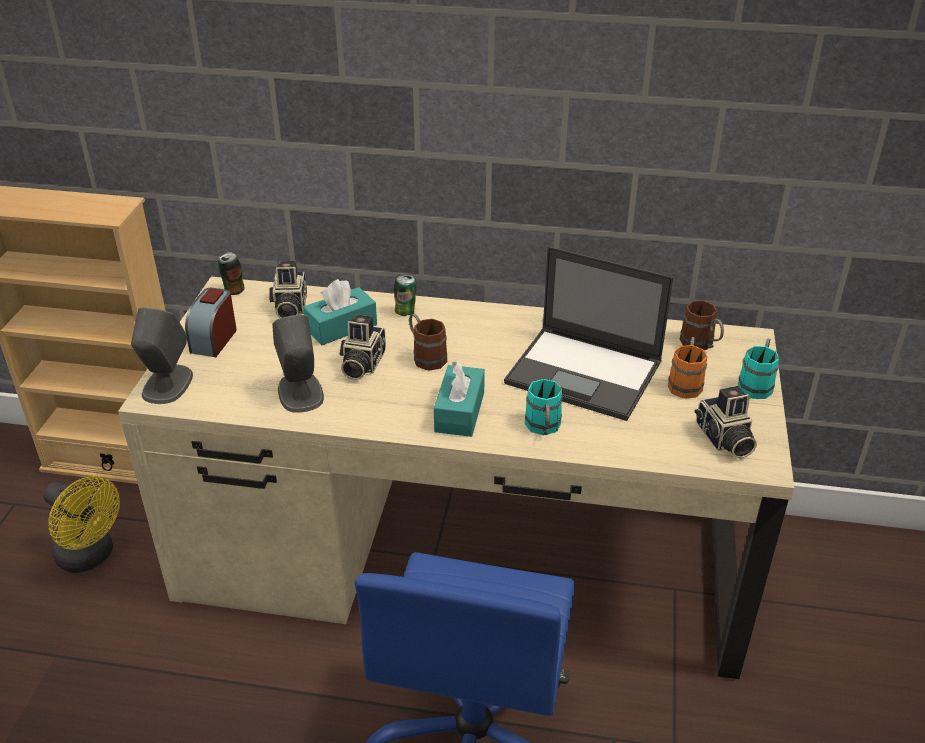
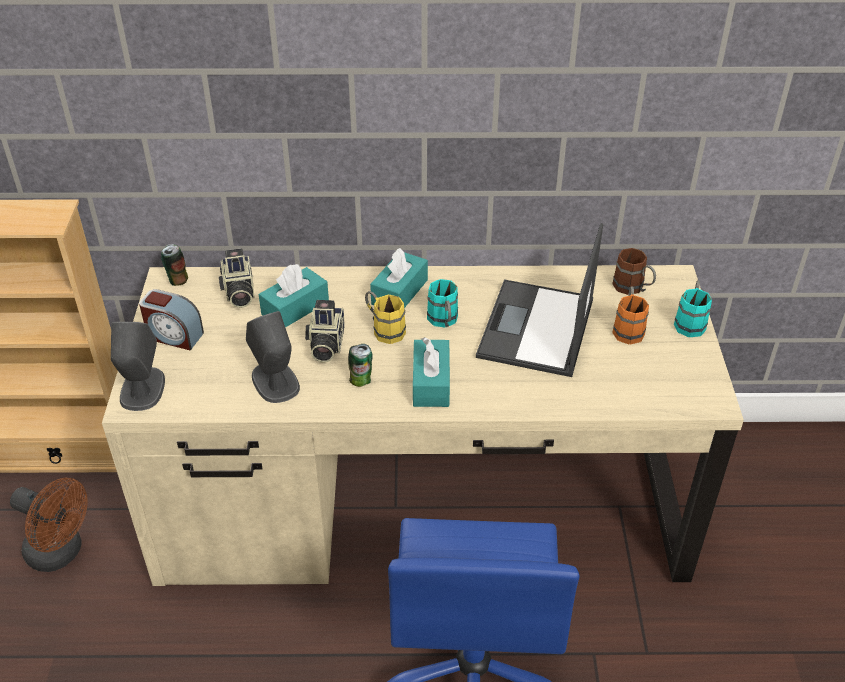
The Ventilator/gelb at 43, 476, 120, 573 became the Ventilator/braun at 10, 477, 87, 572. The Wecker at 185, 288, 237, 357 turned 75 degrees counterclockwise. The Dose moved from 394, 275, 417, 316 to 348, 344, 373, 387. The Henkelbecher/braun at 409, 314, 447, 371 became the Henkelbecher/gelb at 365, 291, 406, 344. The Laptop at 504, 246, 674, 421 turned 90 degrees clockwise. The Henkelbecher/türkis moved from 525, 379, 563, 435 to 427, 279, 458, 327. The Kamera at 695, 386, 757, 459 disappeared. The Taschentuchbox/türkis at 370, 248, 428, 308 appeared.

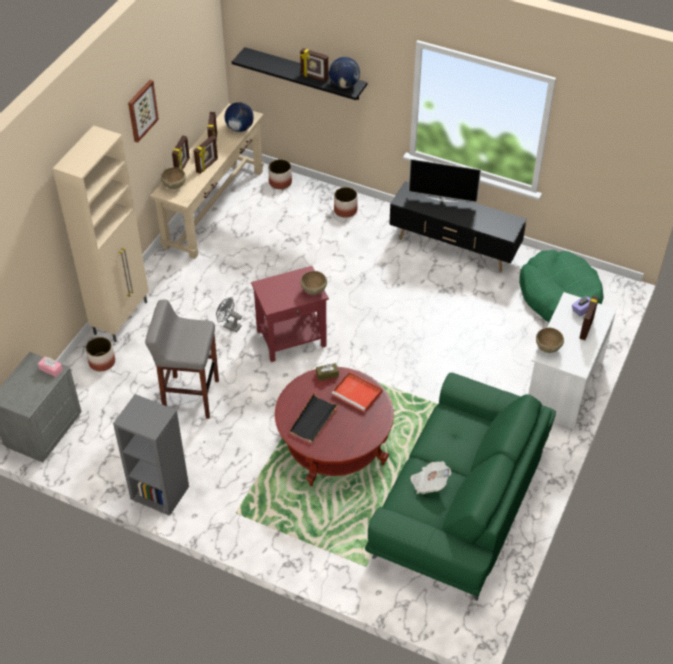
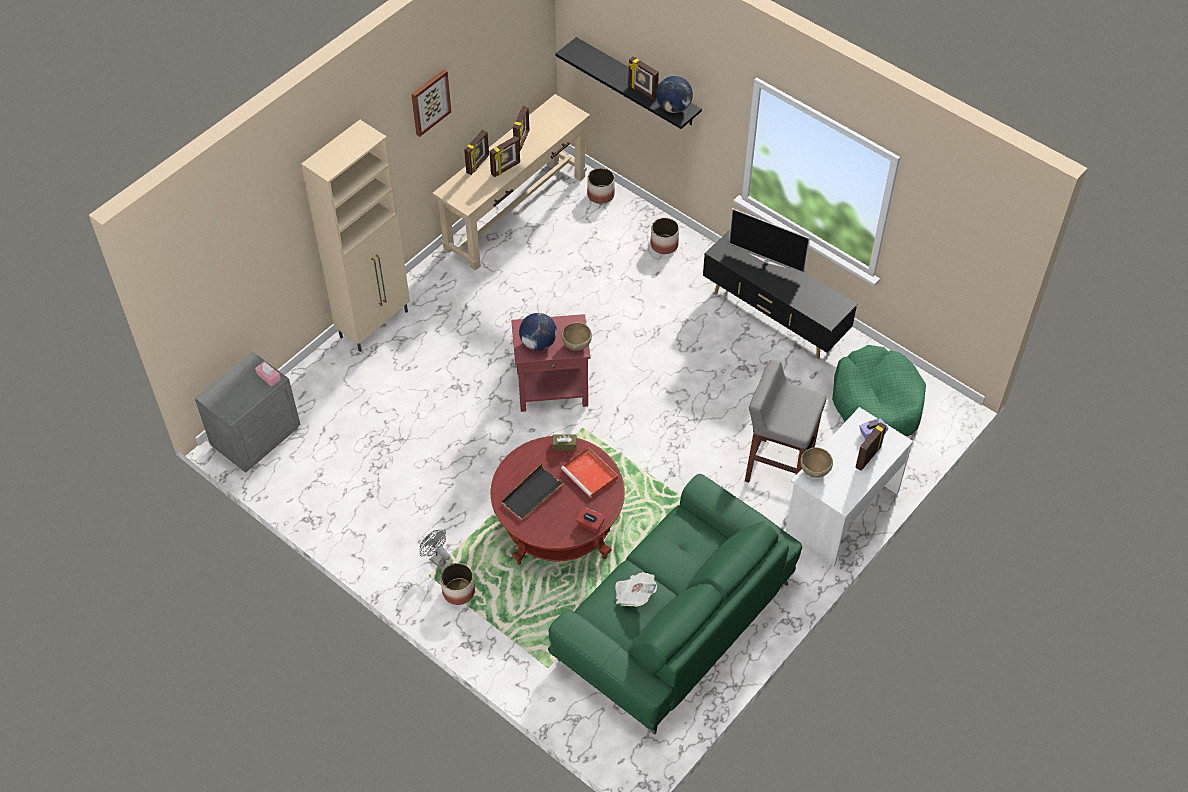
The Pflanzkübel moved from 85, 337, 115, 371 to 441, 563, 475, 605. The Bücherregal/grau at 113, 394, 189, 516 disappeared. The Hocker/grau moved from 145, 300, 219, 419 to 745, 360, 826, 483. The Schüssel/braun at 161, 167, 186, 189 disappeared. The Ventilator/grau moved from 216, 297, 242, 333 to 420, 530, 452, 571. The Globus moved from 225, 102, 254, 132 to 519, 313, 557, 351. The Taschentuchbox/rot at 576, 507, 605, 532 appeared.

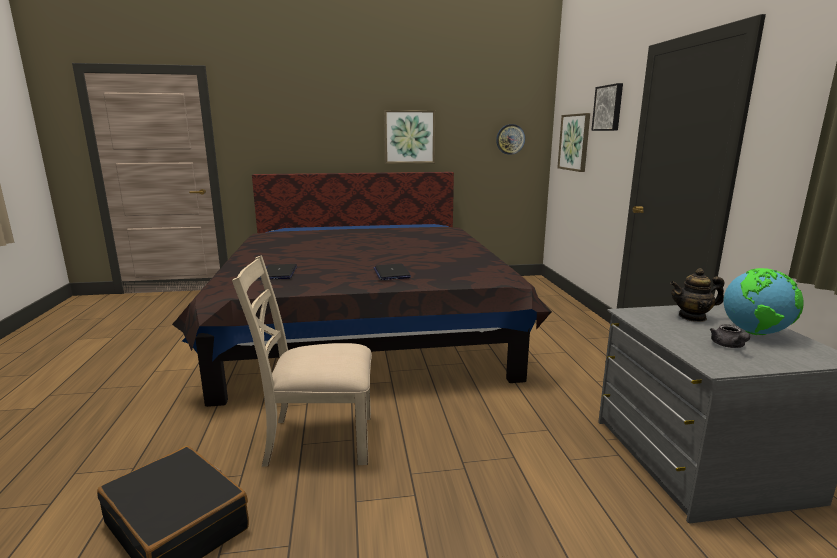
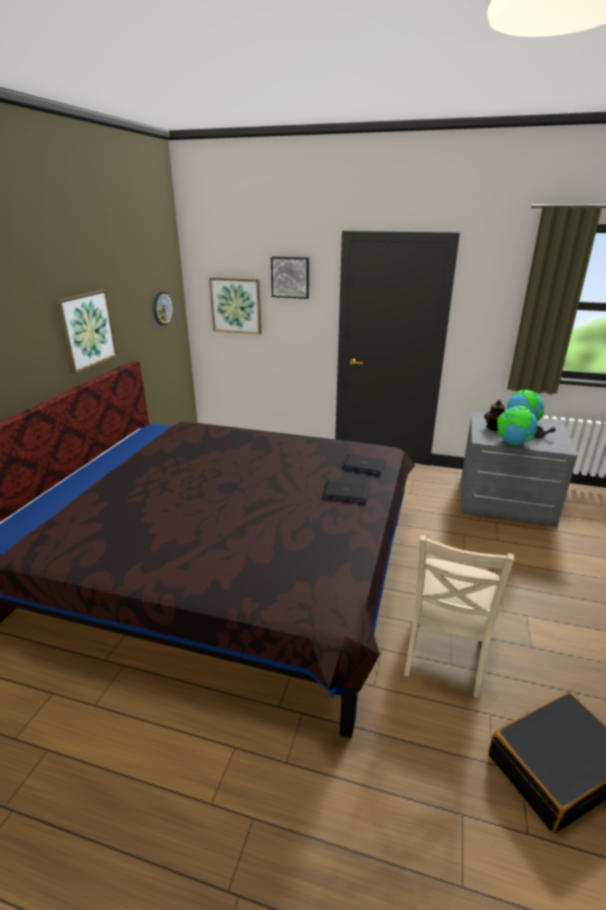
The Laptop moved from 258, 264, 297, 280 to 342, 455, 386, 475. The Globus at 497, 406, 537, 445 appeared.

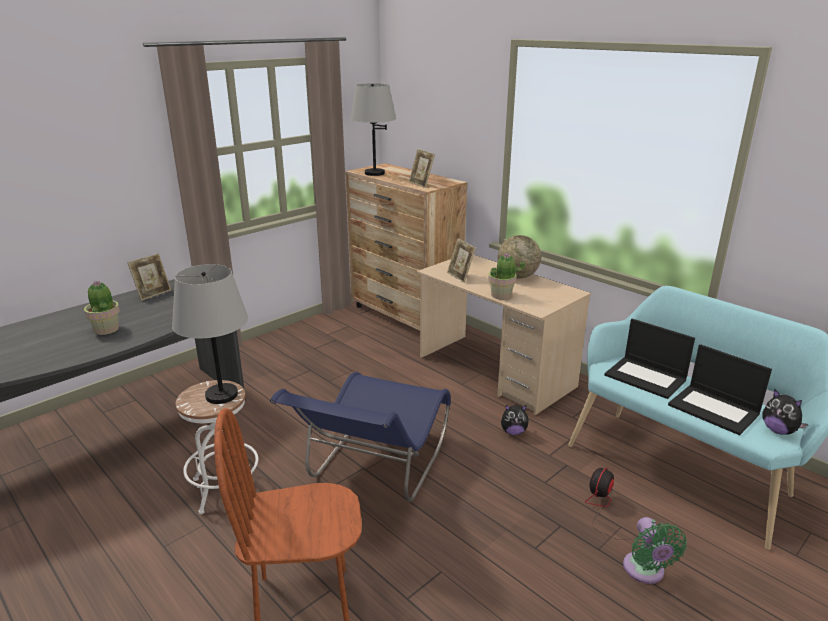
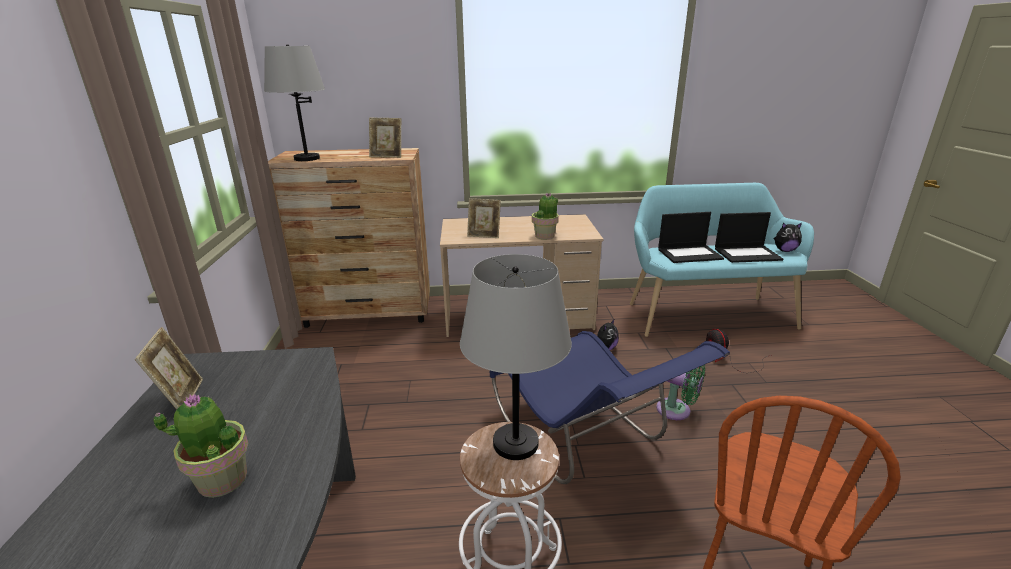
The Globus at 498, 235, 541, 279 disappeared. The Ventilator/grün moved from 623, 517, 687, 584 to 656, 365, 705, 420.

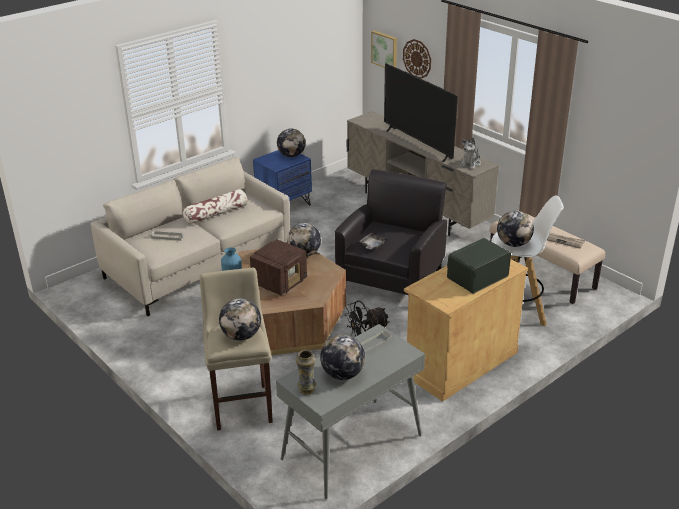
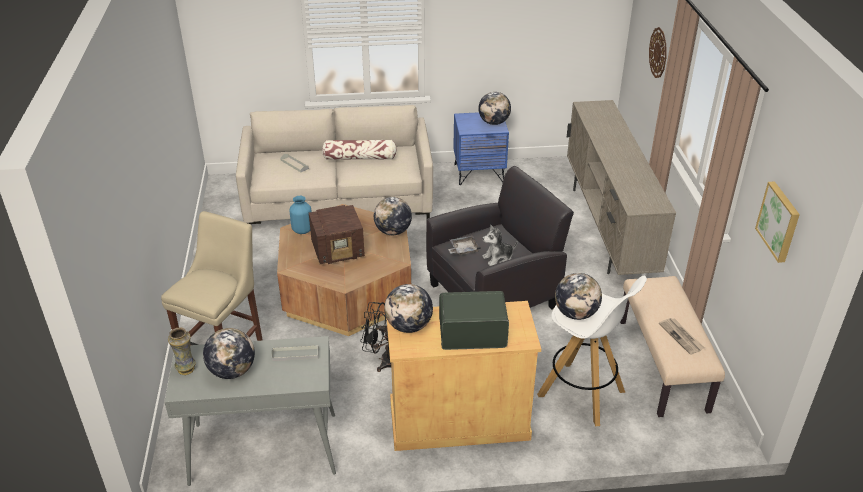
The Globus moved from 219, 298, 261, 340 to 384, 284, 433, 333. The Bild moved from 371, 31, 397, 68 to 755, 181, 800, 263. The Fernseher at 384, 64, 458, 162 disappeared. The Plüschtier moved from 460, 137, 481, 169 to 482, 225, 518, 266.

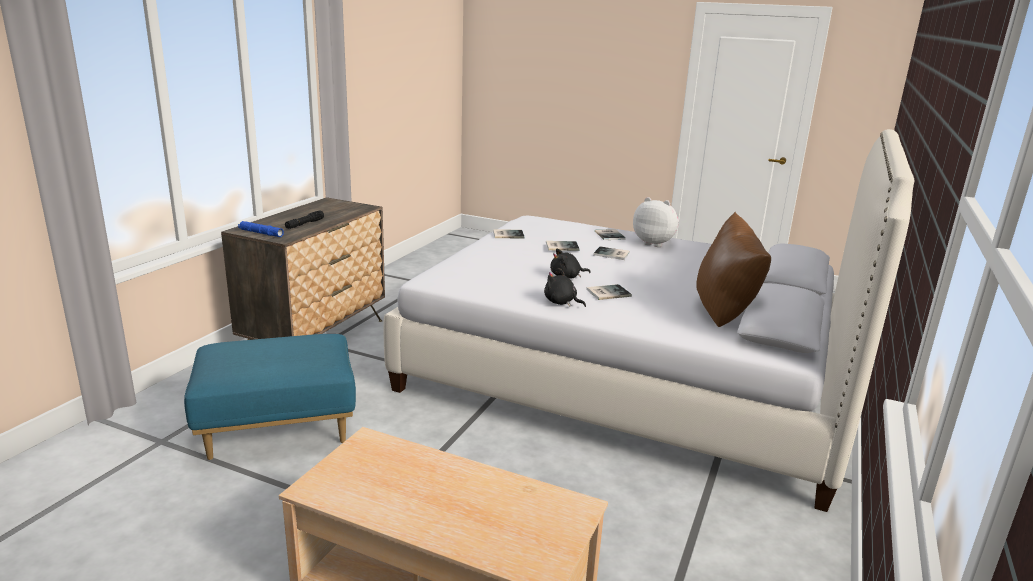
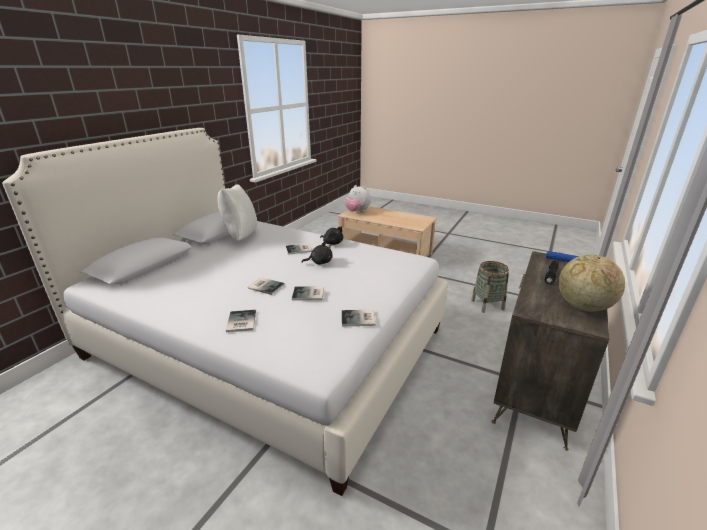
The Polsterhocker/blau at 184, 334, 356, 460 was replaced by the Korb at 471, 261, 509, 313. The Plüschtier moved from 633, 197, 679, 247 to 345, 185, 371, 212. The Kissen/braun at 696, 212, 771, 327 became the Kissen/weiß at 217, 184, 257, 241. The Globus at 559, 255, 625, 312 appeared.

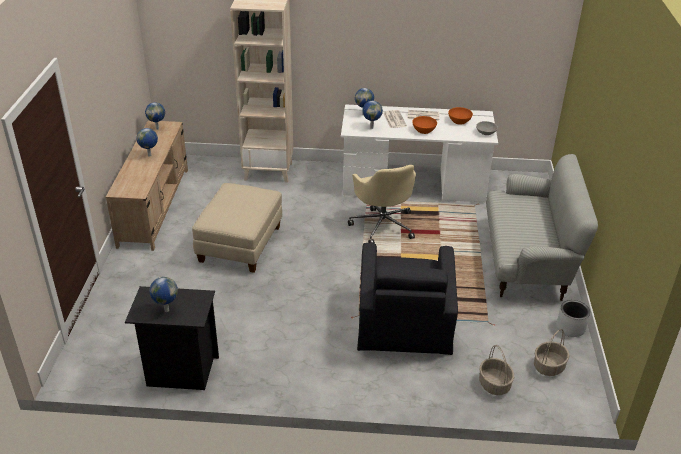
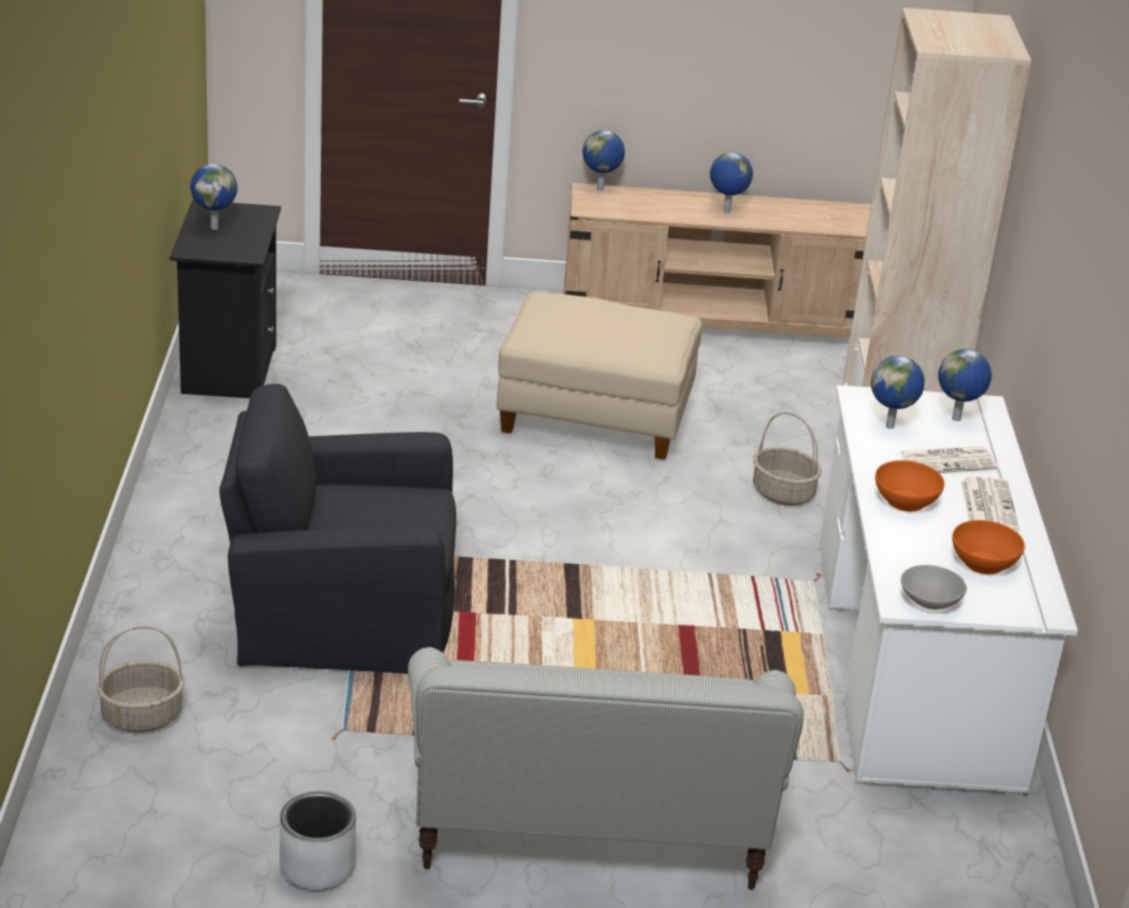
The Globus moved from 145, 102, 165, 130 to 582, 130, 625, 191. The Bürostuhl/beige at 348, 165, 416, 243 disappeared. The Korb moved from 534, 329, 570, 376 to 753, 412, 822, 506.

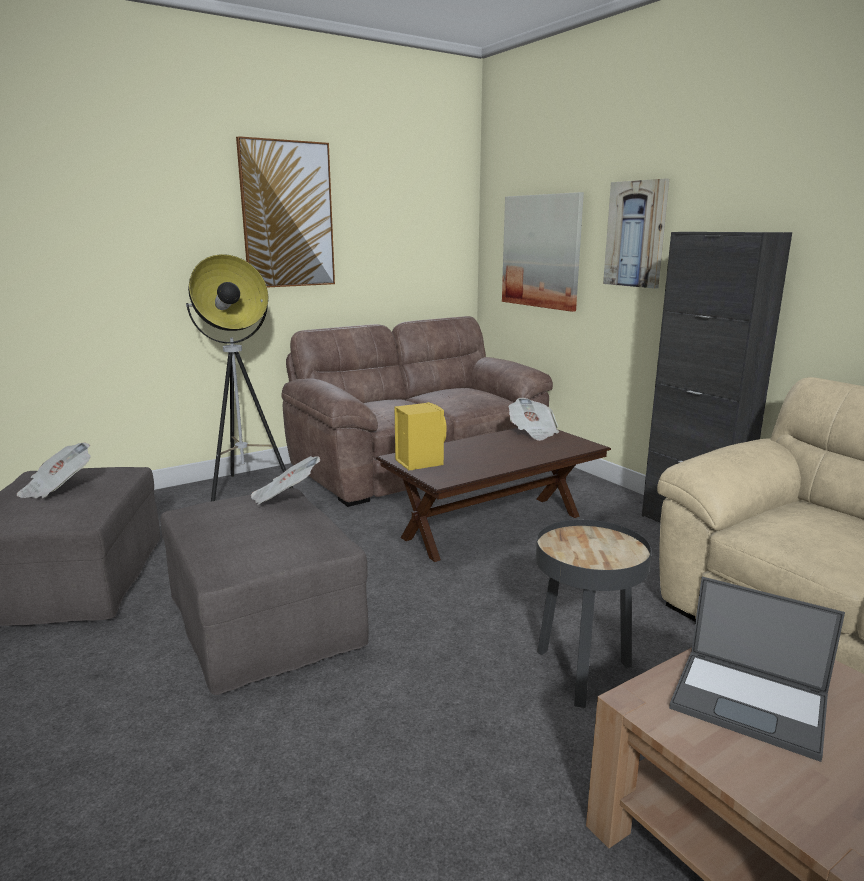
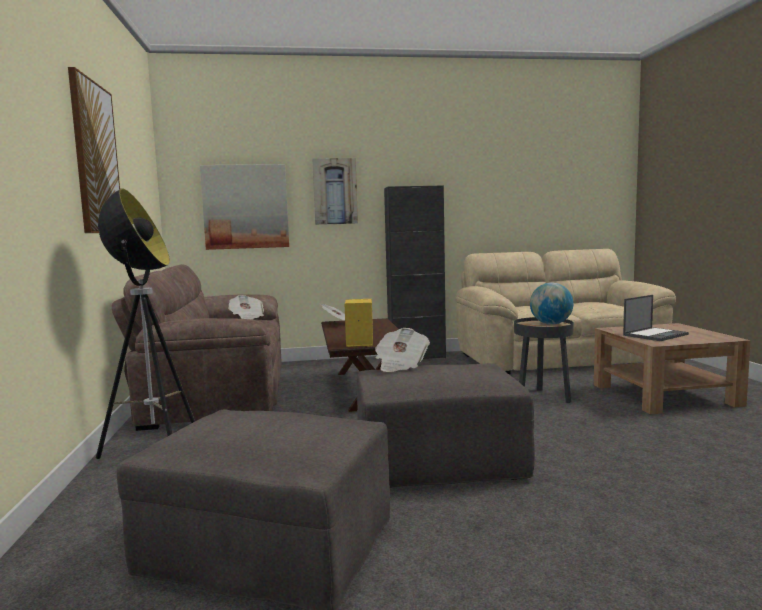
The Zeitung moved from 17, 442, 91, 498 to 228, 295, 264, 319. The Globus at 530, 283, 573, 325 appeared.

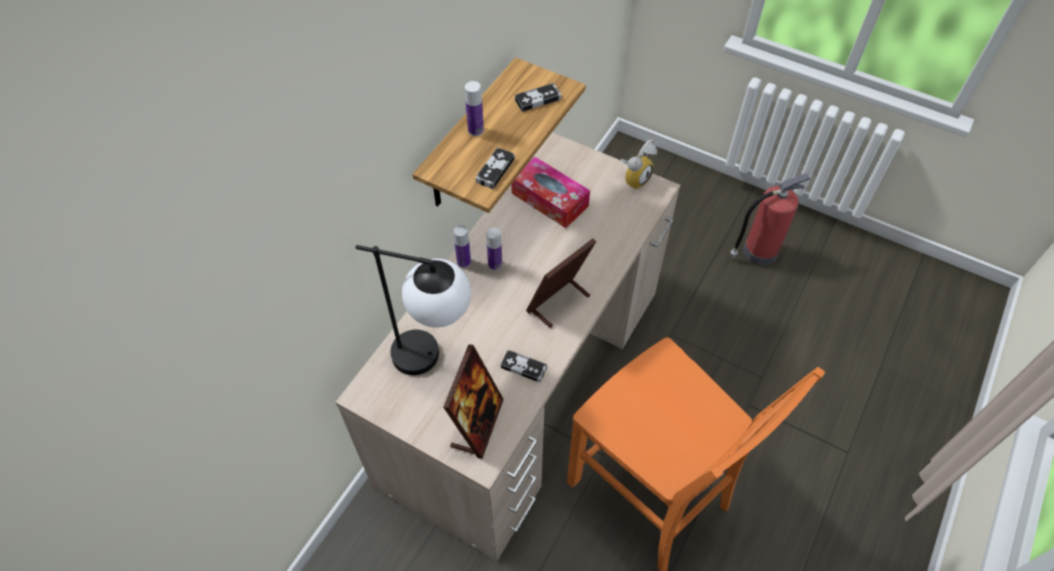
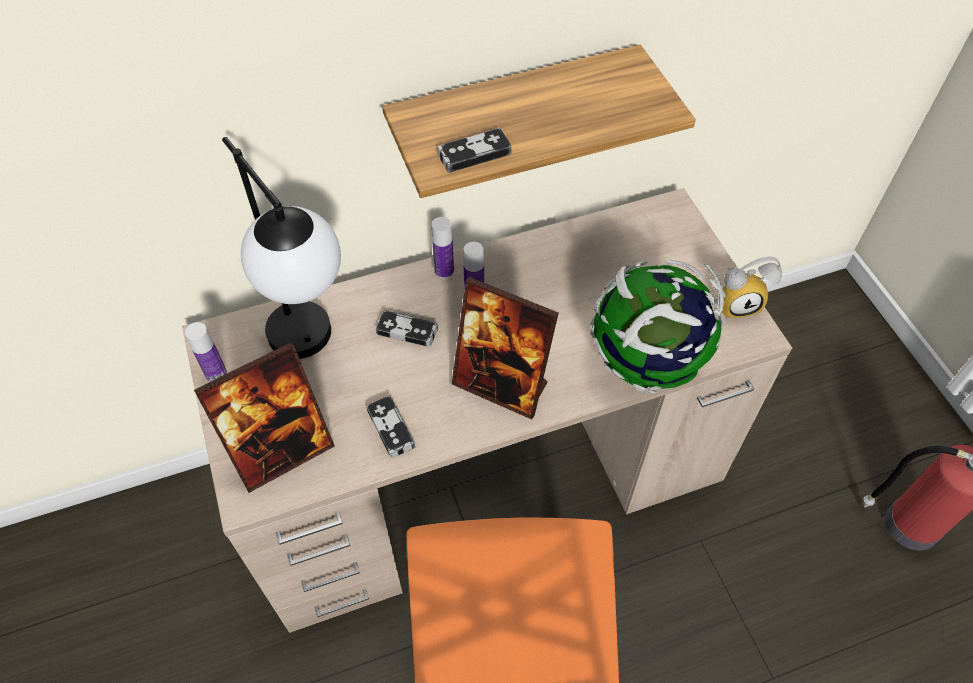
The Flasche moved from 465, 81, 484, 136 to 185, 322, 227, 382. The Taschentuchbox at 511, 157, 590, 228 disappeared. The Gamepad moved from 515, 83, 561, 112 to 376, 310, 438, 347. The Bilderrahmen at 526, 238, 596, 328 turned 150 degrees counterclockwise. The Globus at 590, 260, 726, 394 appeared.

